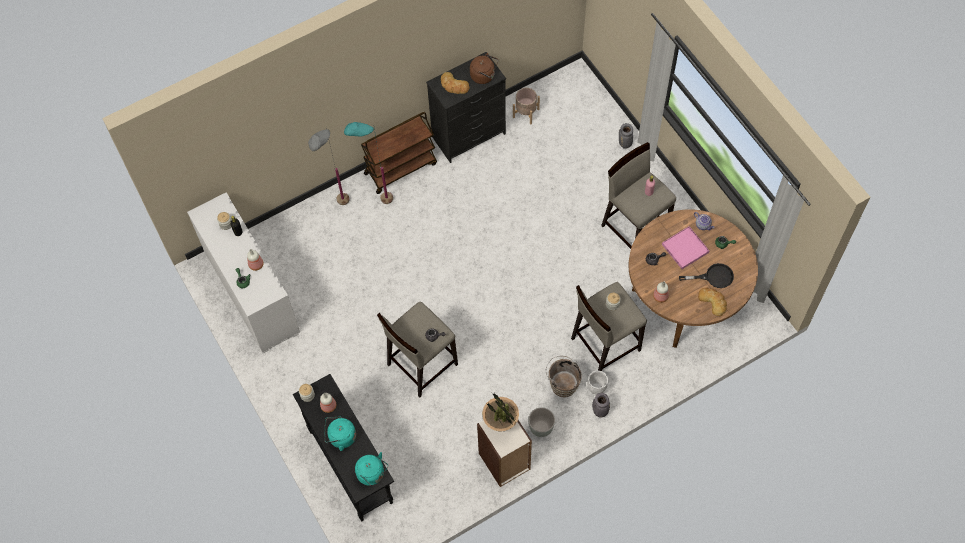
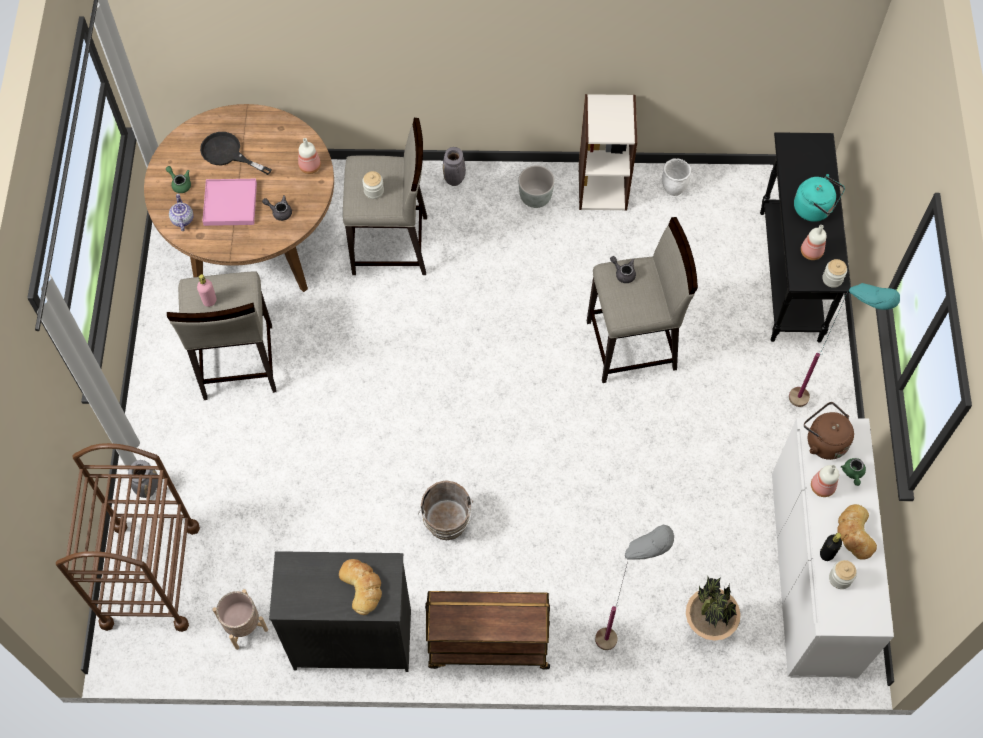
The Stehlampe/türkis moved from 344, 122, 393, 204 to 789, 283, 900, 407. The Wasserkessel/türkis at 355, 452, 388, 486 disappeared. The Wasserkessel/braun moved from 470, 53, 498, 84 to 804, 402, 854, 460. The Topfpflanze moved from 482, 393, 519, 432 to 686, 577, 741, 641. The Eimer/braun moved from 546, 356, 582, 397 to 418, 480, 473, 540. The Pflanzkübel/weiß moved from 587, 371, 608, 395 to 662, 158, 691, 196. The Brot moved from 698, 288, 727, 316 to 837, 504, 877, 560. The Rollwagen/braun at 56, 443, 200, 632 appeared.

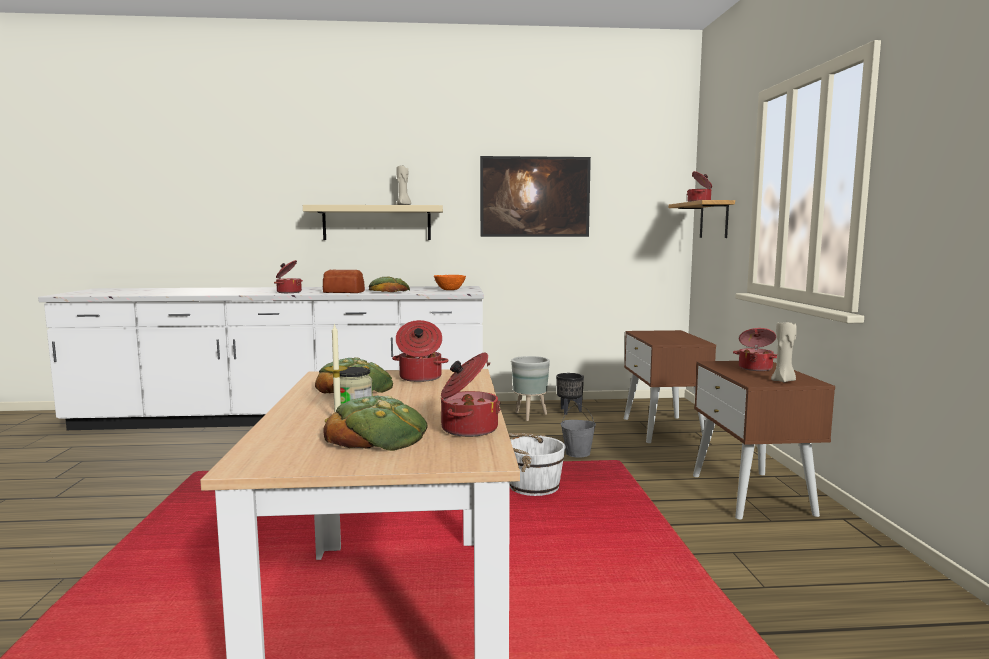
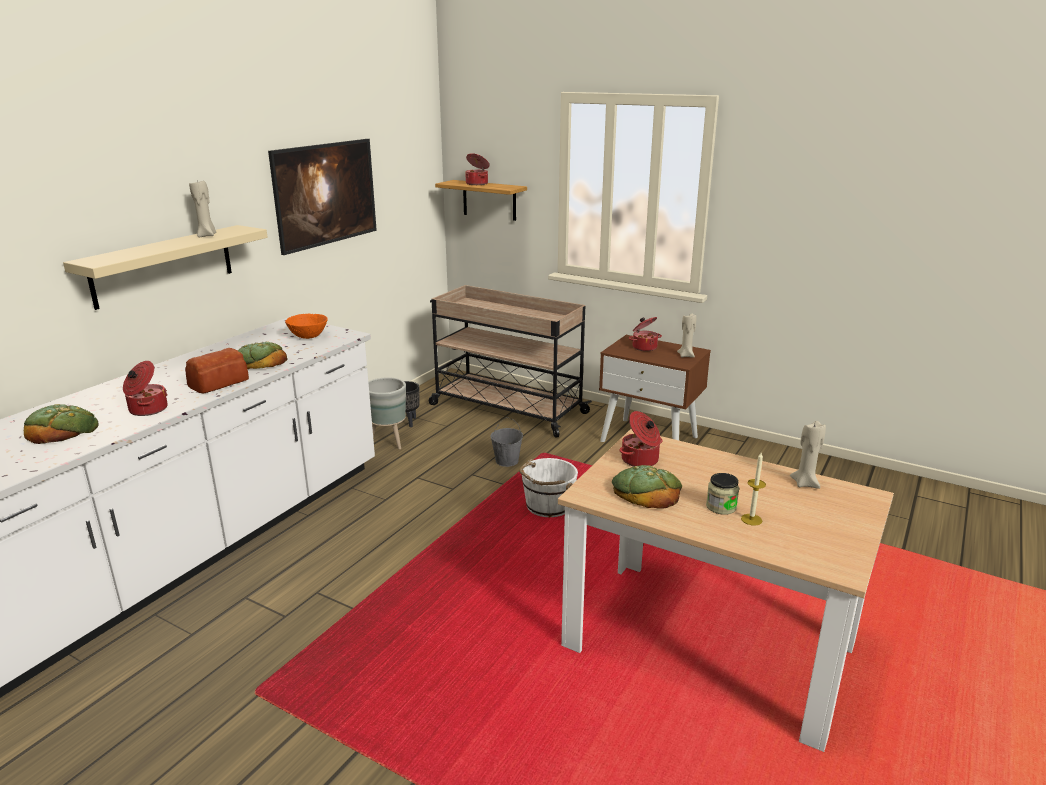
The Brot moved from 323, 396, 428, 451 to 24, 404, 98, 444. The Kochtopf at 441, 353, 501, 437 was replaced by the Kerze/beige at 790, 421, 826, 489. The Nachttisch/braun at 624, 330, 716, 443 was replaced by the Rollwagen/beige at 429, 285, 592, 438.

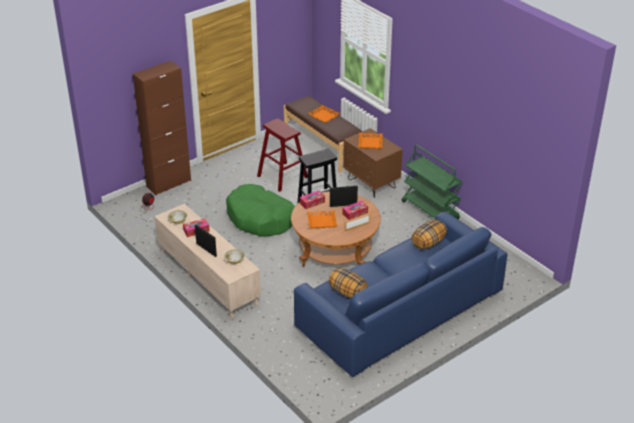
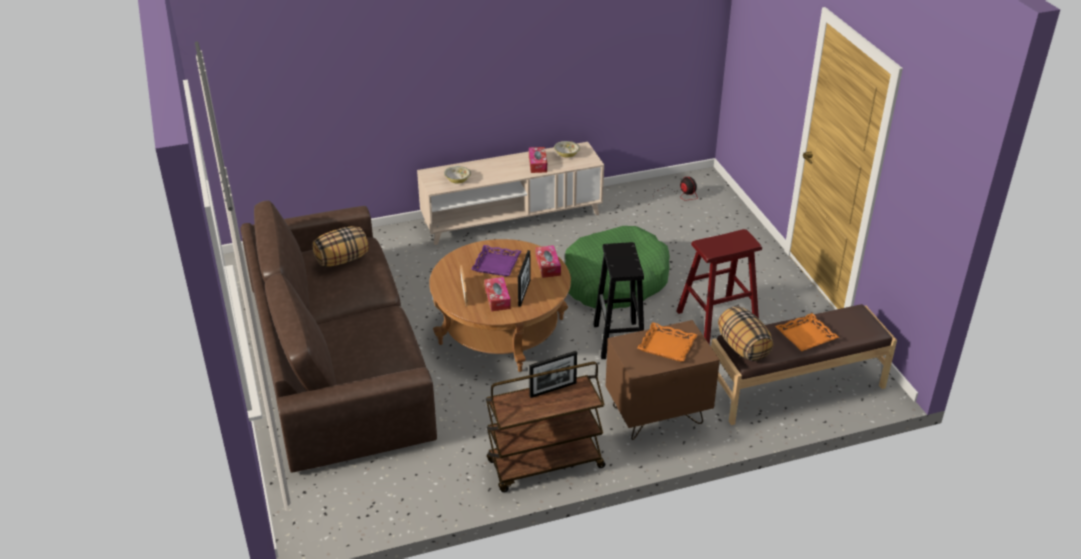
The Schrank/braun at 133, 61, 191, 195 disappeared. The Bilderrahmen moved from 195, 225, 217, 257 to 529, 351, 577, 398. The Sofa/blau at 294, 212, 508, 377 became the Sofa/braun at 240, 201, 437, 473. The Tablett/orange at 307, 210, 337, 229 became the Tablett/lila at 471, 245, 521, 276. The Rollwagen/grün at 402, 145, 462, 219 became the Rollwagen/braun at 486, 362, 605, 492. The Kissen moved from 411, 220, 447, 250 to 718, 306, 773, 361.

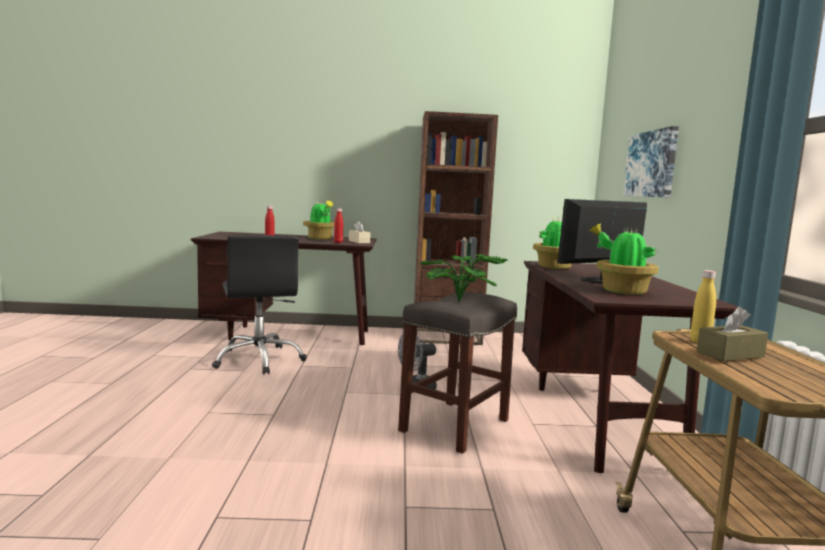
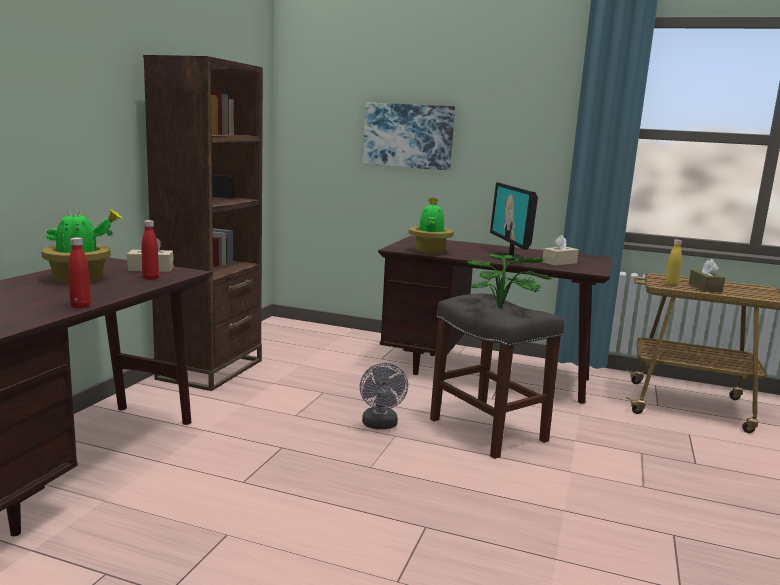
The Bürostuhl/schwarz at 212, 235, 307, 375 disappeared. The Topfpflanze at 589, 223, 659, 295 was replaced by the Taschentuchbox/beige at 542, 235, 579, 266.

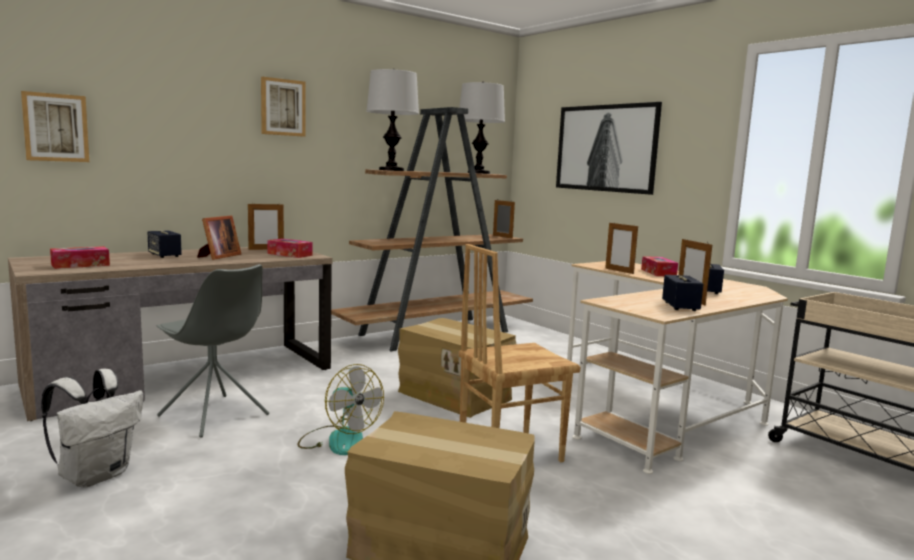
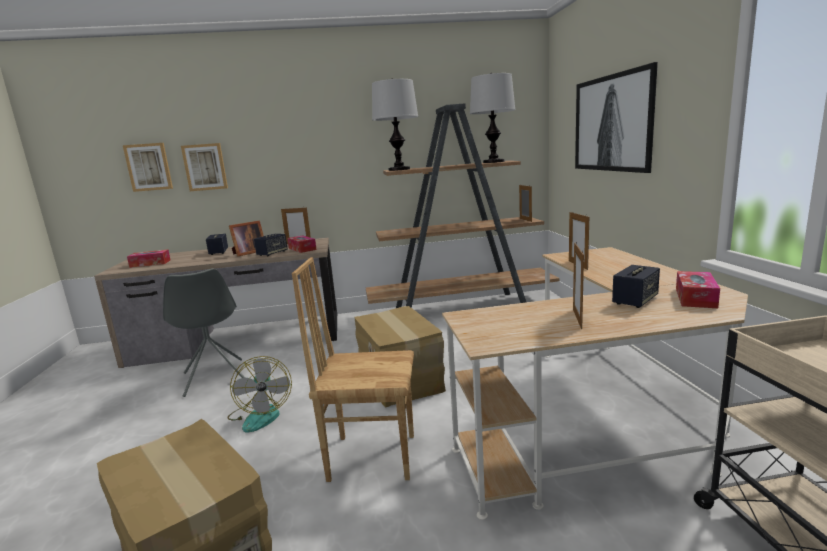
The Rucksack/weiß at 41, 369, 143, 487 disappeared. The Bild moved from 261, 77, 306, 137 to 181, 143, 228, 191. The Taschentuchbox moved from 641, 256, 678, 276 to 676, 271, 720, 308. The Lautsprecher moved from 662, 275, 703, 311 to 254, 234, 287, 256.

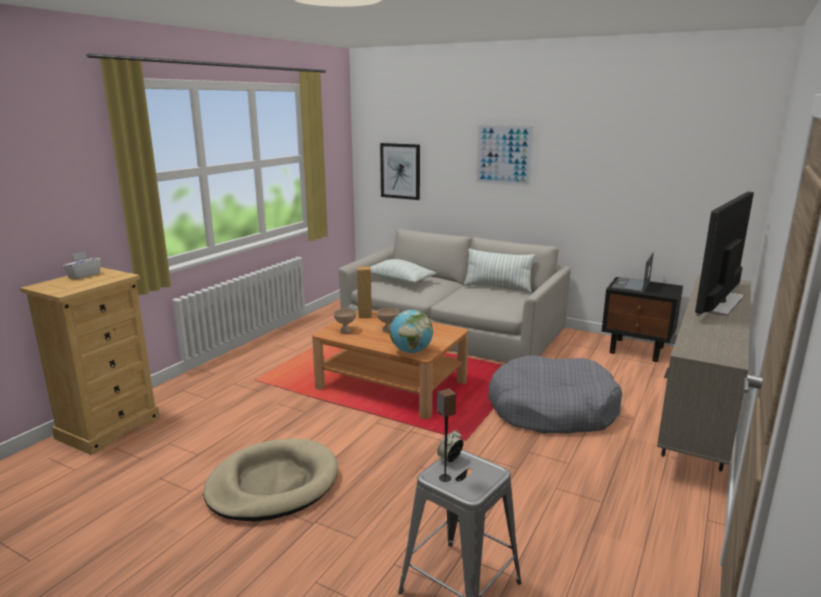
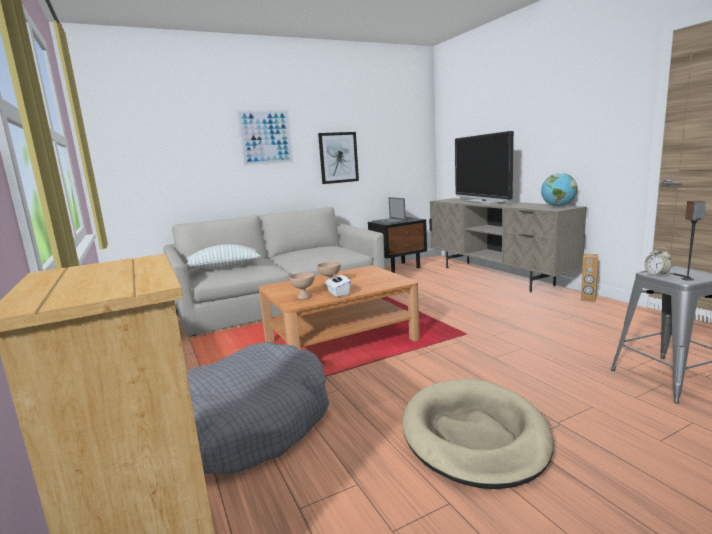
The Taschentuchbox/weiß moved from 63, 251, 101, 279 to 325, 273, 351, 297. The Lautsprecher/braun moved from 357, 266, 372, 318 to 581, 254, 598, 302. The Bild moved from 380, 143, 420, 200 to 318, 132, 359, 184. The Globus moved from 390, 310, 433, 353 to 541, 173, 578, 207. The Kissen at 464, 249, 536, 293 disappeared. The Hundebett/grau moved from 488, 355, 622, 434 to 187, 342, 329, 474.

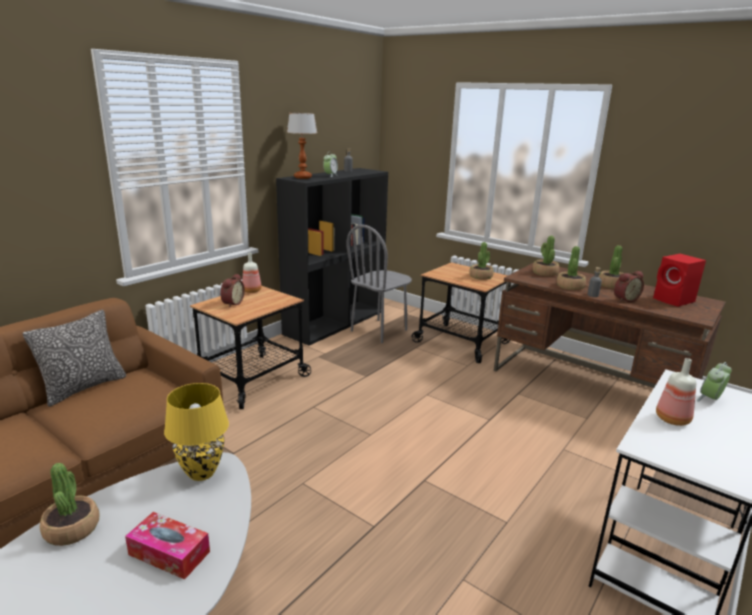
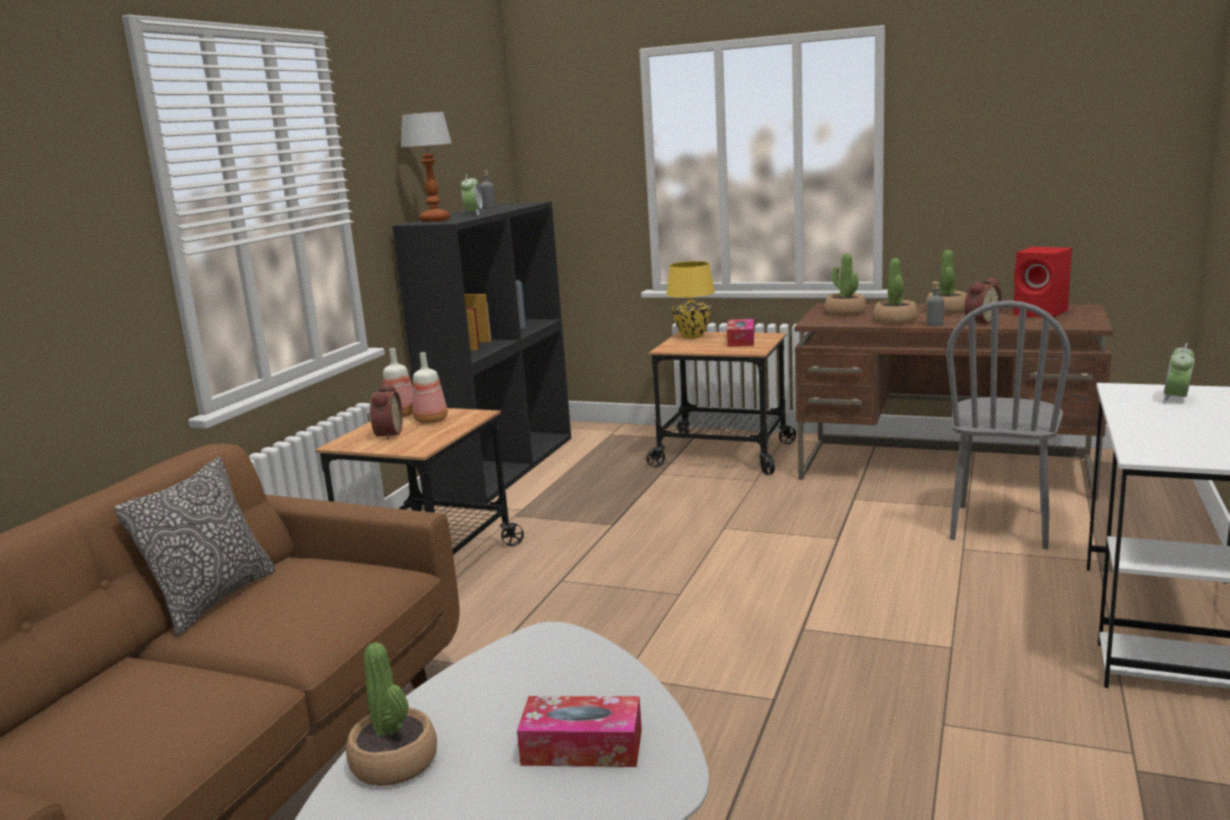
The Tischlampe/gelb moved from 164, 383, 229, 481 to 666, 261, 715, 339. The Stuhl/grau moved from 346, 224, 412, 343 to 946, 300, 1071, 549. The Topfpflanze at 469, 242, 494, 280 was replaced by the Taschentuchbox at 727, 319, 754, 347. The Flasche moved from 656, 358, 696, 426 to 413, 352, 448, 424.

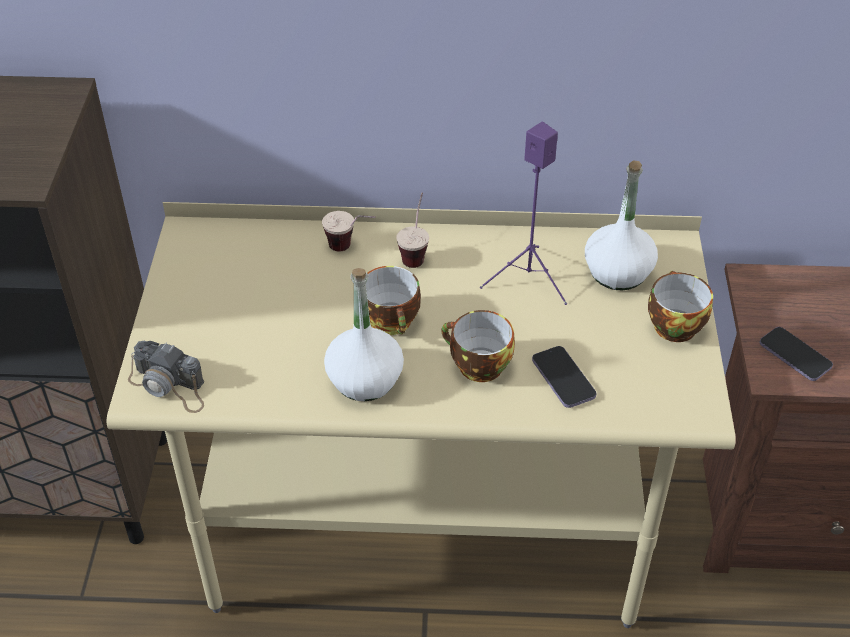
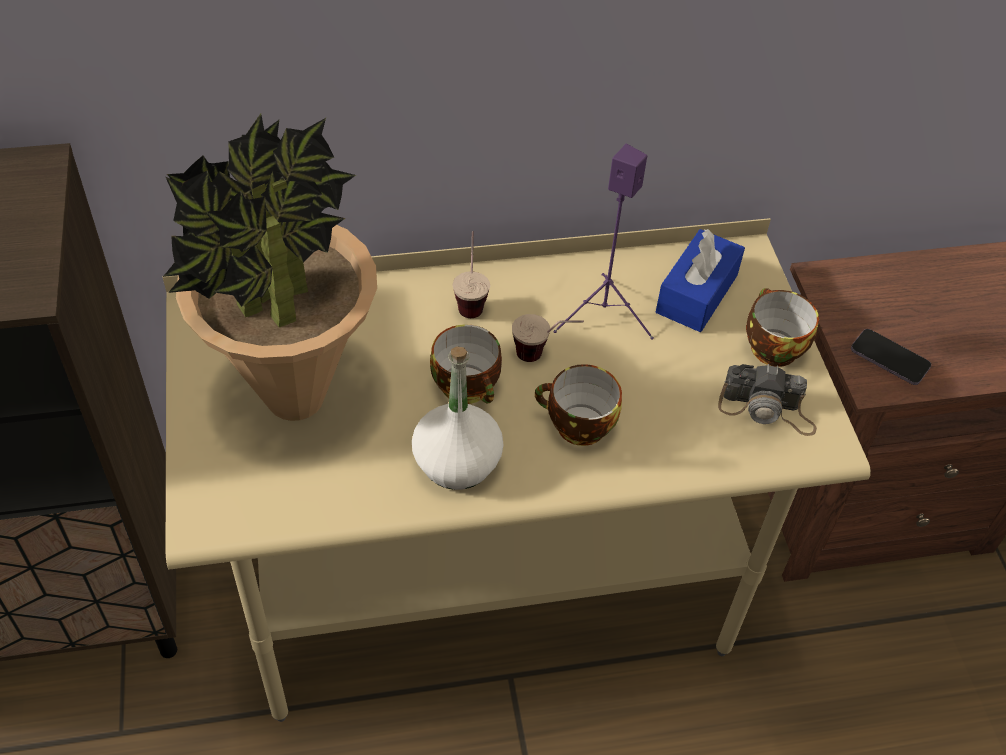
The Kamera moved from 128, 341, 204, 413 to 718, 364, 817, 436. The Tasse moved from 322, 211, 376, 251 to 512, 314, 584, 362. The Handy at 532, 346, 597, 408 disappeared. The Flasche/weiß at 585, 161, 658, 290 was replaced by the Taschentuchbox/blau at 656, 229, 745, 332. The Topfpflanze at 163, 114, 377, 421 appeared.

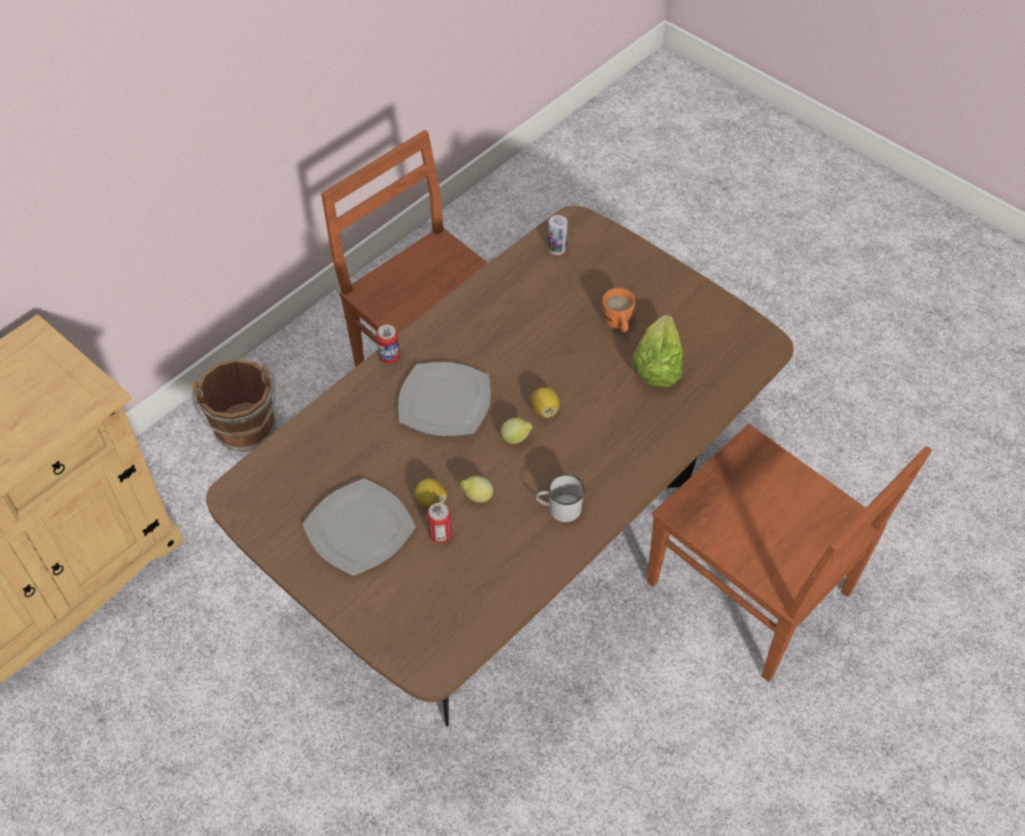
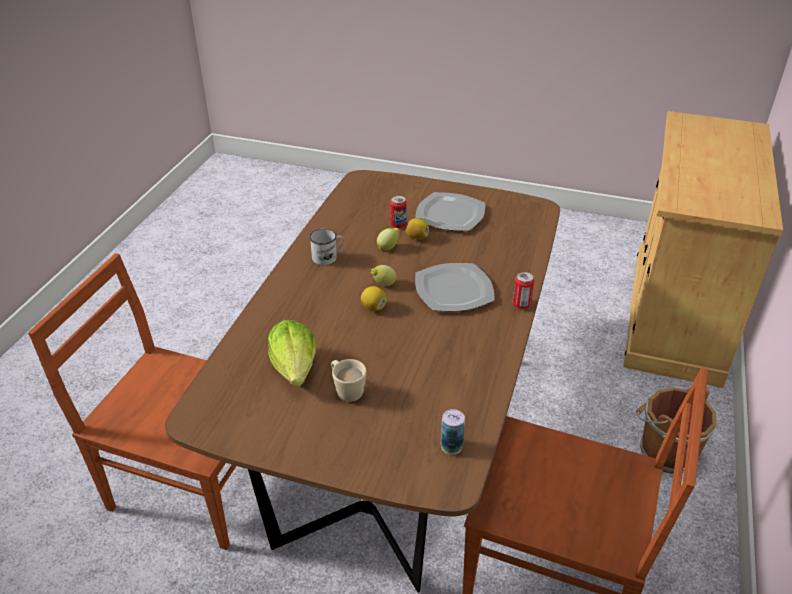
The Henkelbecher/orange at 602, 288, 636, 332 became the Henkelbecher/beige at 331, 359, 367, 402.

